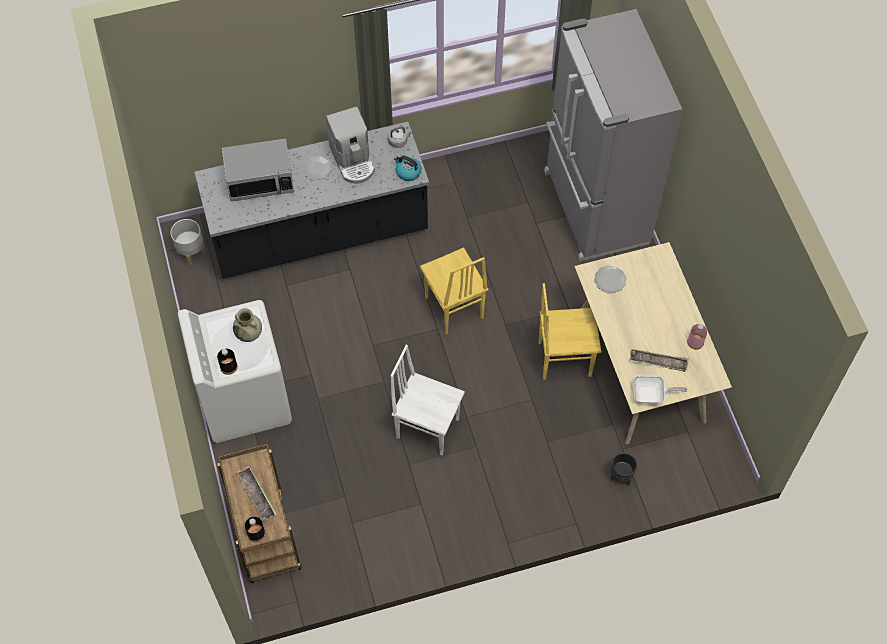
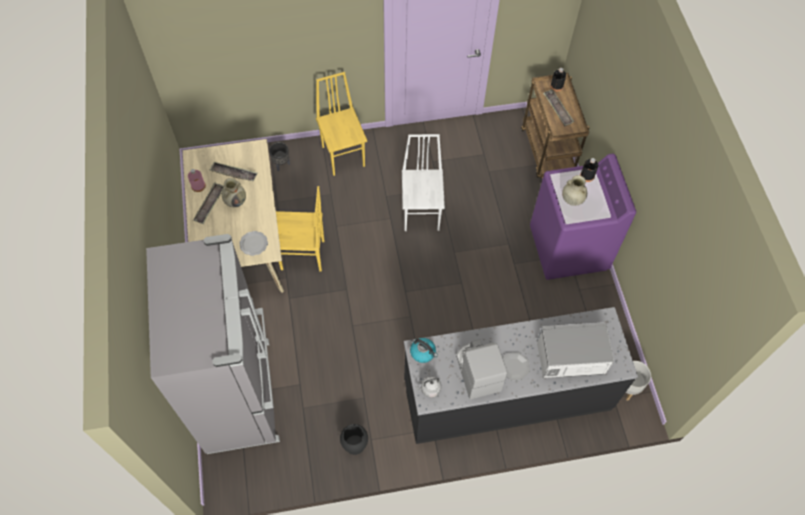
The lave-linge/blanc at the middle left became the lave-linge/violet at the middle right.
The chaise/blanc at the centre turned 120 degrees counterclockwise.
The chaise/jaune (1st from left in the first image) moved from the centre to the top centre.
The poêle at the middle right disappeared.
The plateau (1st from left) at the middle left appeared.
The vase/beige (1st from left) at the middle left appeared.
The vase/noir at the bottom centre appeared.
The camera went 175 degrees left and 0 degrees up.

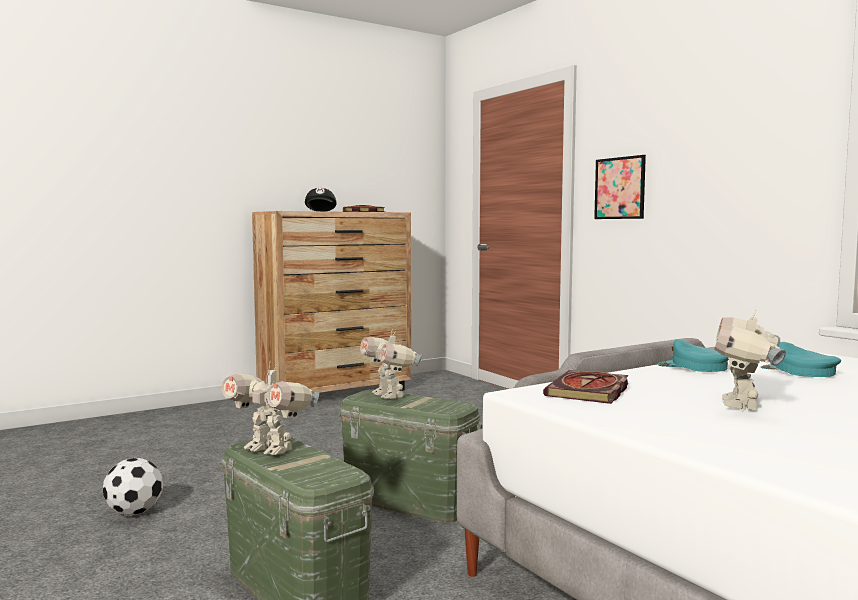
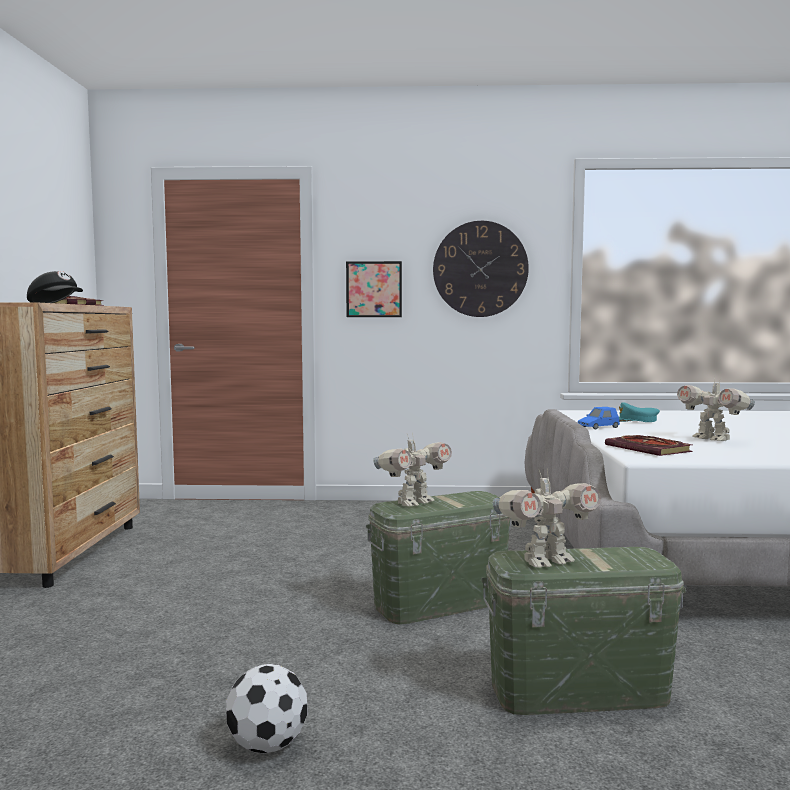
The robot jouet (2nd from left in the first image) at the centre turned 45 degrees counterclockwise.
The casquette/turquoise (1st from left) at the middle right was replaced by the petite voiture/bleu at the middle right.
The horloge murale at the centre appeared.
The camera went 55 degrees left and 0 degrees up.

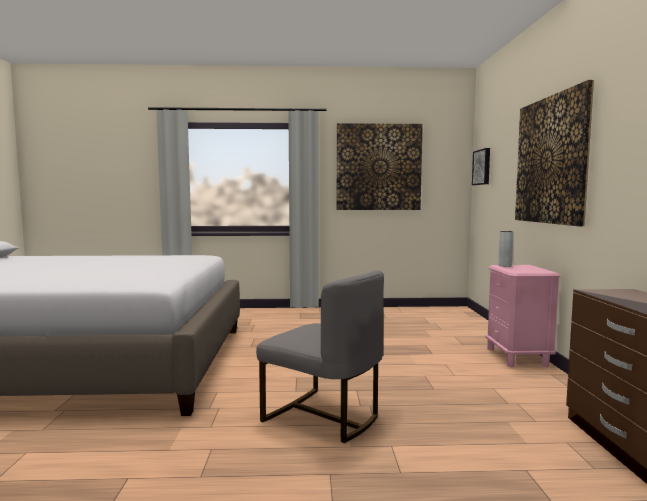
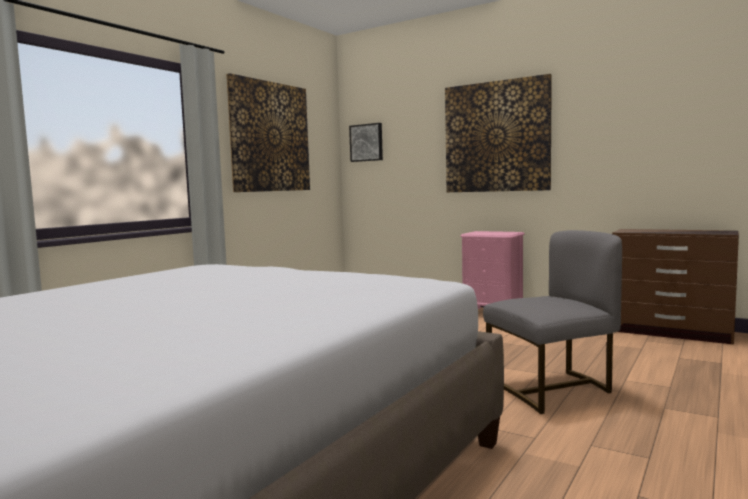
The vase/gris at the middle right disappeared.
The camera went 55 degrees left and 0 degrees up.

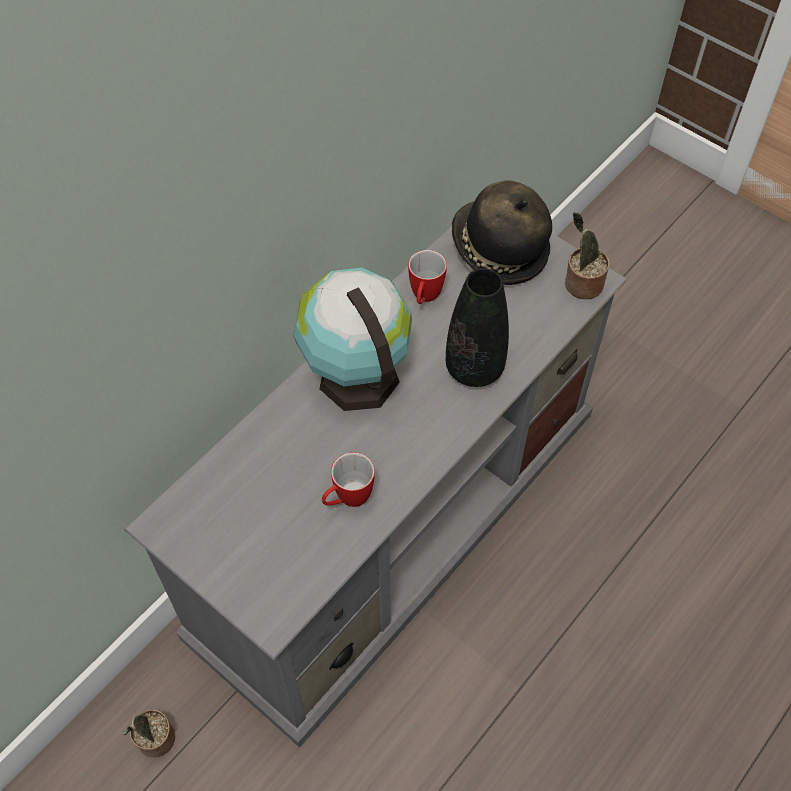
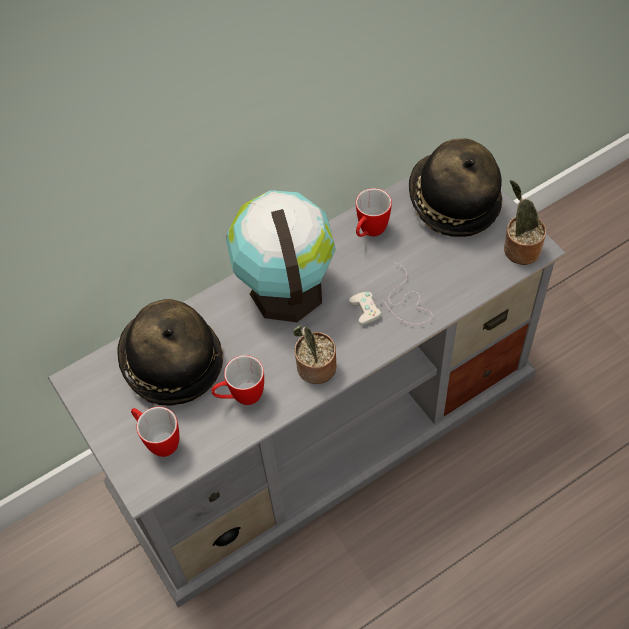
The plante en pot (1st from left) moved from the bottom left to the centre.
The vase/noir at the centre was replaced by the manette/blanc at the centre.
The chapeau (1st from left) at the middle left appeared.
The mug (1st from left) at the bottom left appeared.
The camera went 20 degrees right and 0 degrees up.

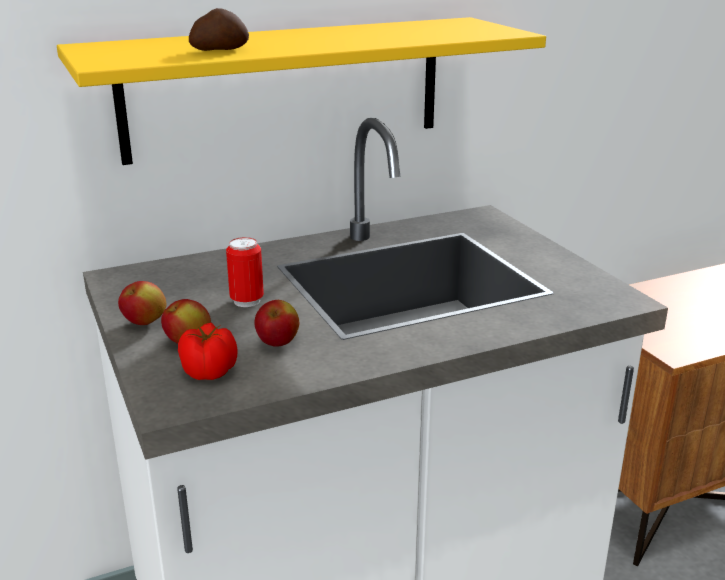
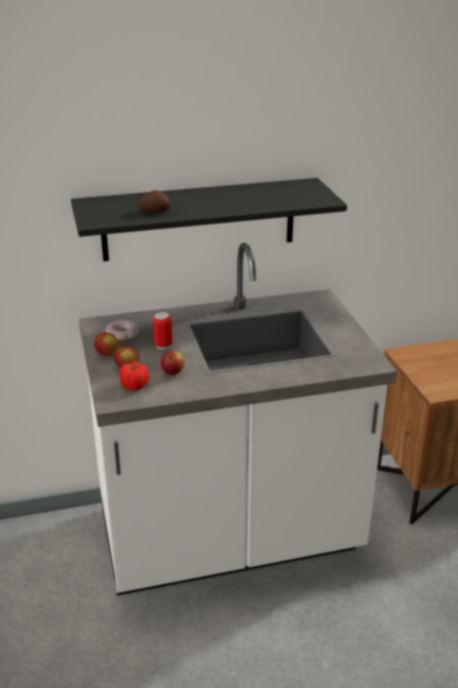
The étagère/jaune at the top centre became the étagère/noir at the top centre.
The beignet at the middle left appeared.
The camera went 10 degrees right and 5 degrees up.

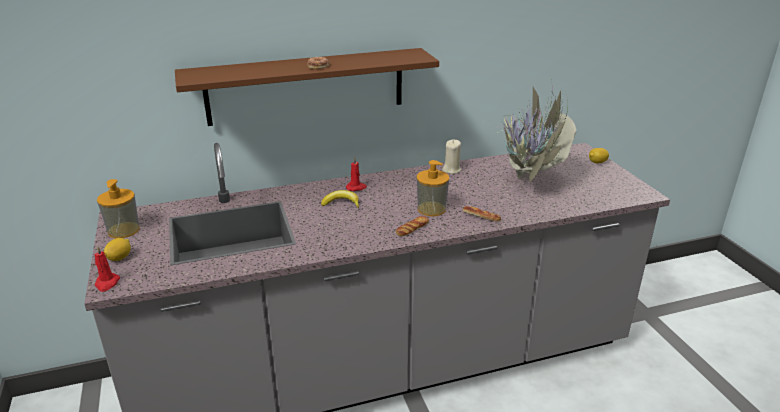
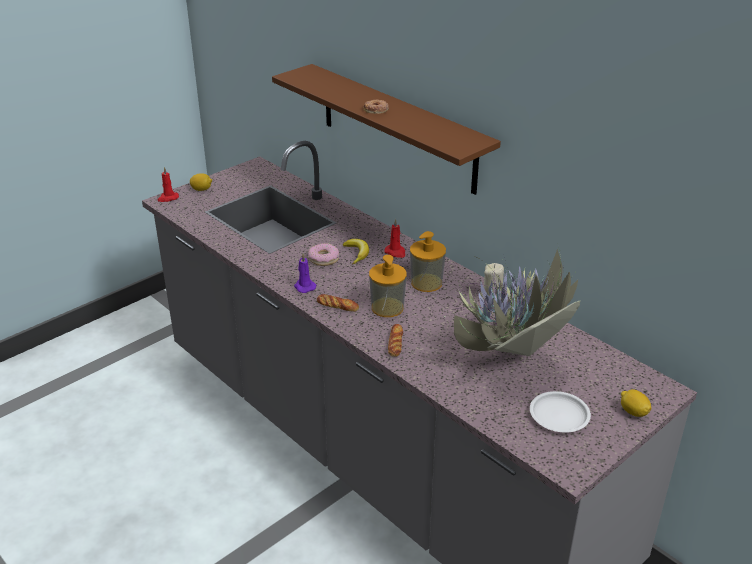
The distributeur de savon (1st from left in the first image) moved from the middle left to the centre.
The bougie/violet at the centre appeared.
The beignet (1st from left) at the centre appeared.
The assiette/blanc at the bottom right appeared.
The camera went 65 degrees right and 5 degrees up.

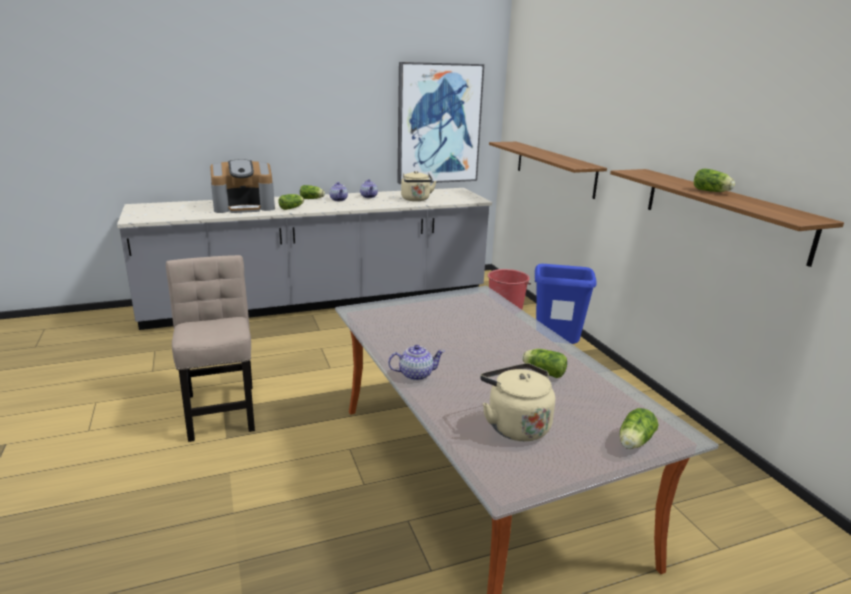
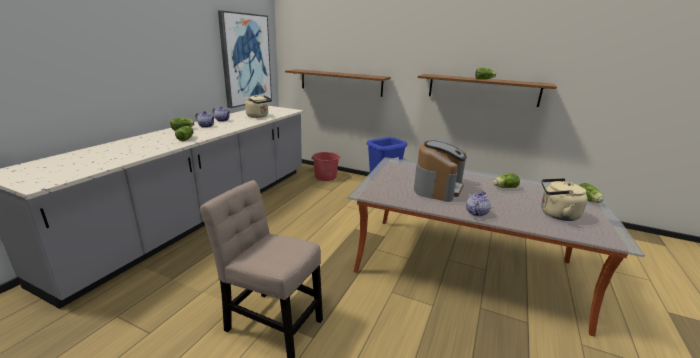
The machine à café moved from the top left to the centre.
The camera went 45 degrees left and 0 degrees up.

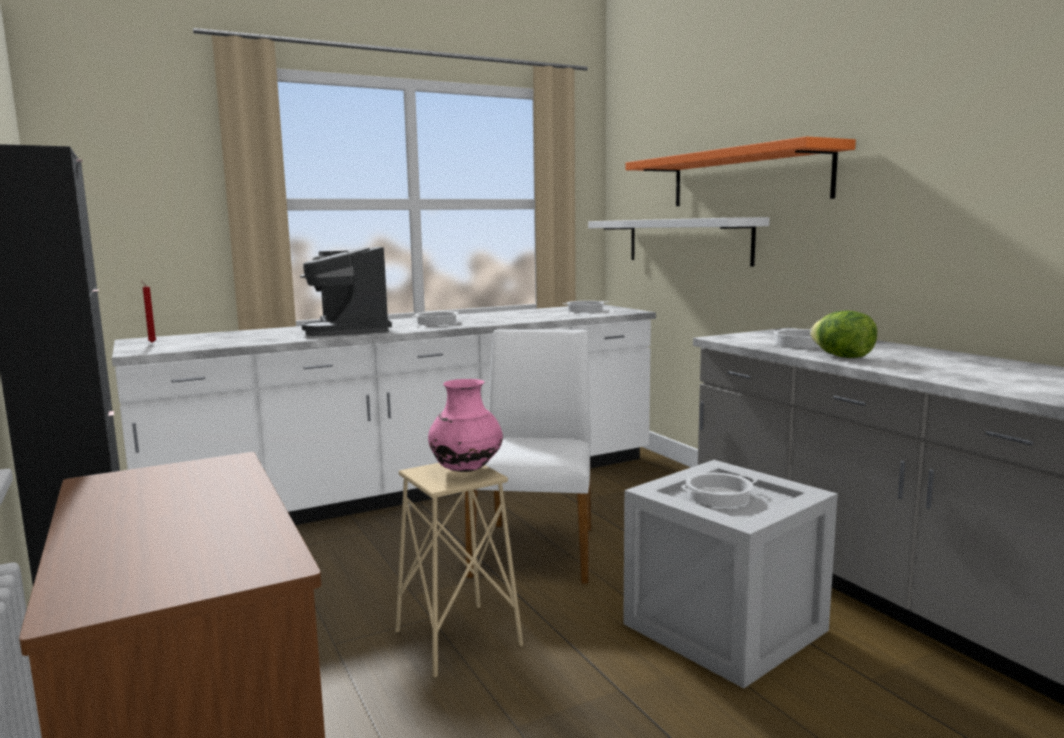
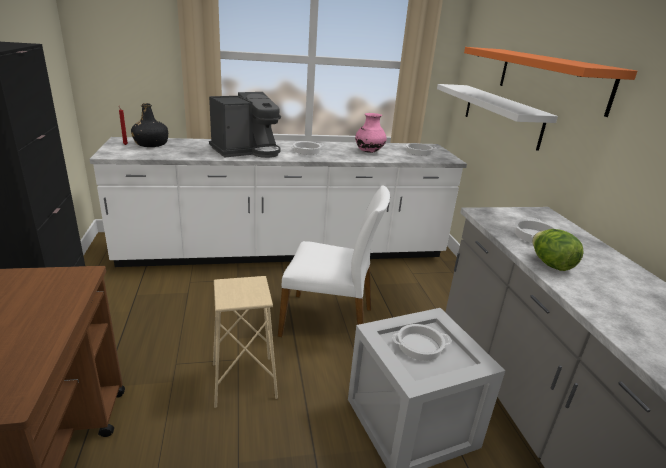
The machine à café at the middle left turned 120 degrees counterclockwise.
The vase/rose moved from the centre to the top centre.
The chaise/blanc at the centre turned 75 degrees clockwise.
The bouteille/noir at the top left appeared.
The camera went 15 degrees right and 15 degrees up.

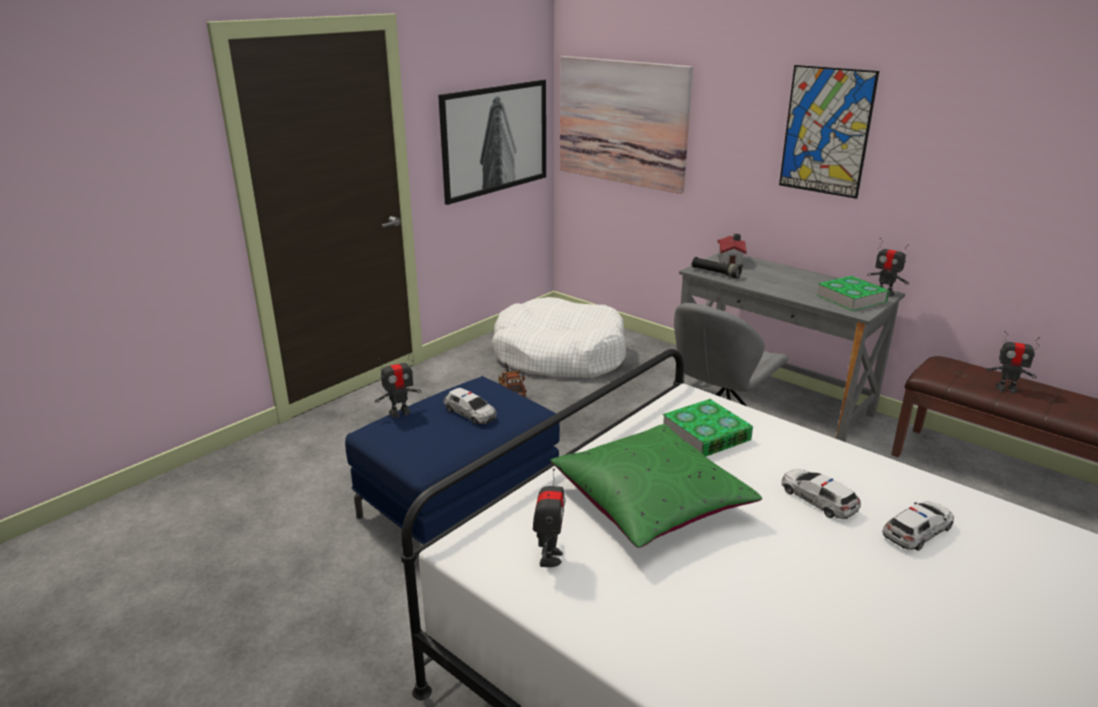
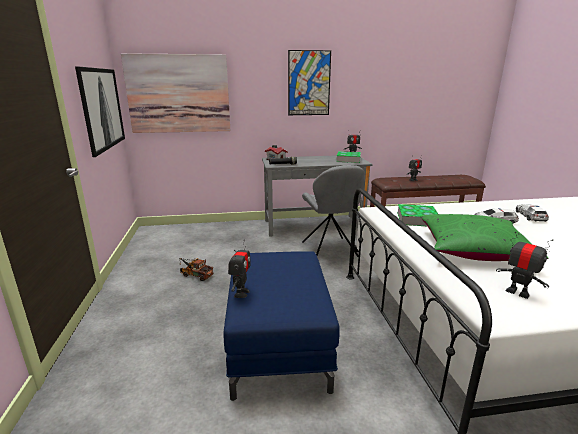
The petite voiture (1st from left) at the centre disappeared.
The panier pour chien/blanc at the centre disappeared.
The camera went 50 degrees left and 5 degrees down.

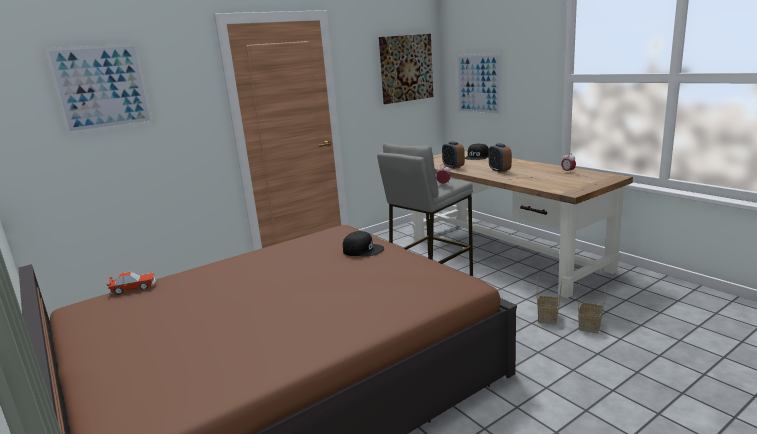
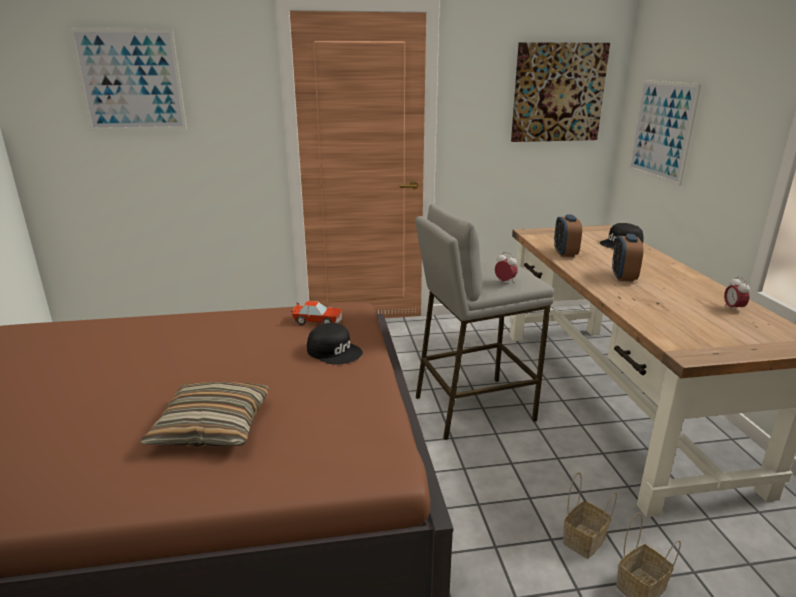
The petite voiture moved from the middle left to the centre.
The coussin at the bottom left appeared.
The camera went 25 degrees right and 5 degrees up.

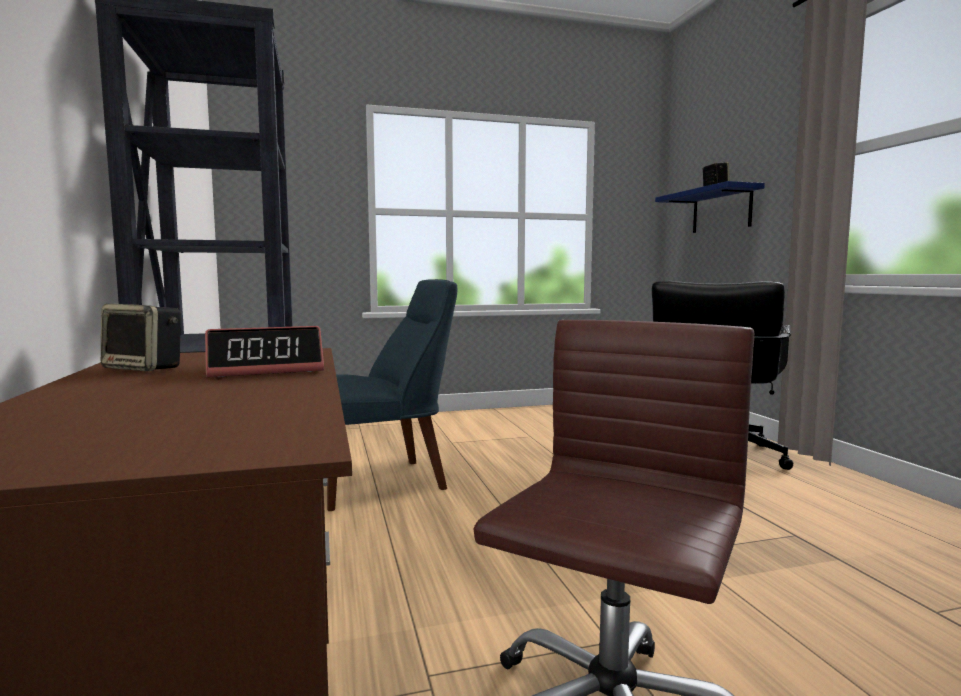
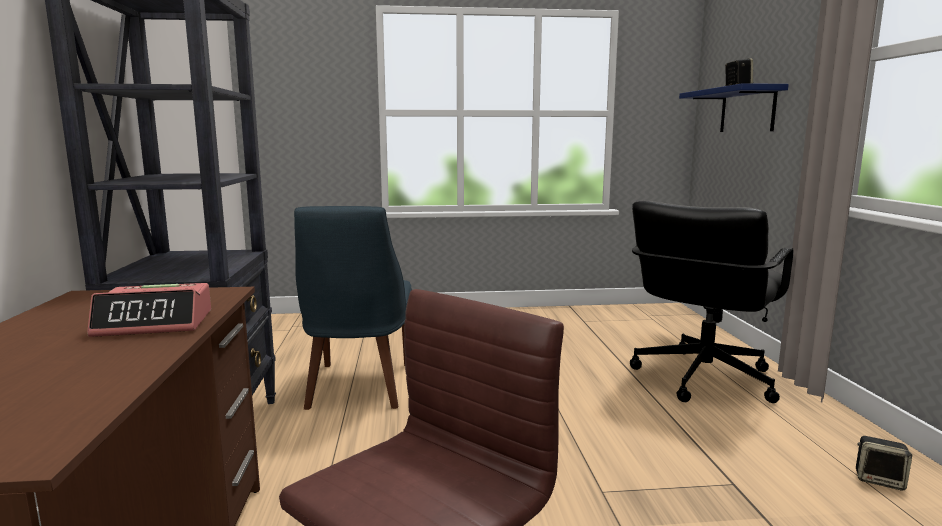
The enceinte (1st from left in the first image) moved from the middle left to the bottom right.
The chaise/bleu at the centre turned 105 degrees clockwise.
The camera went 10 degrees right and 5 degrees up.

